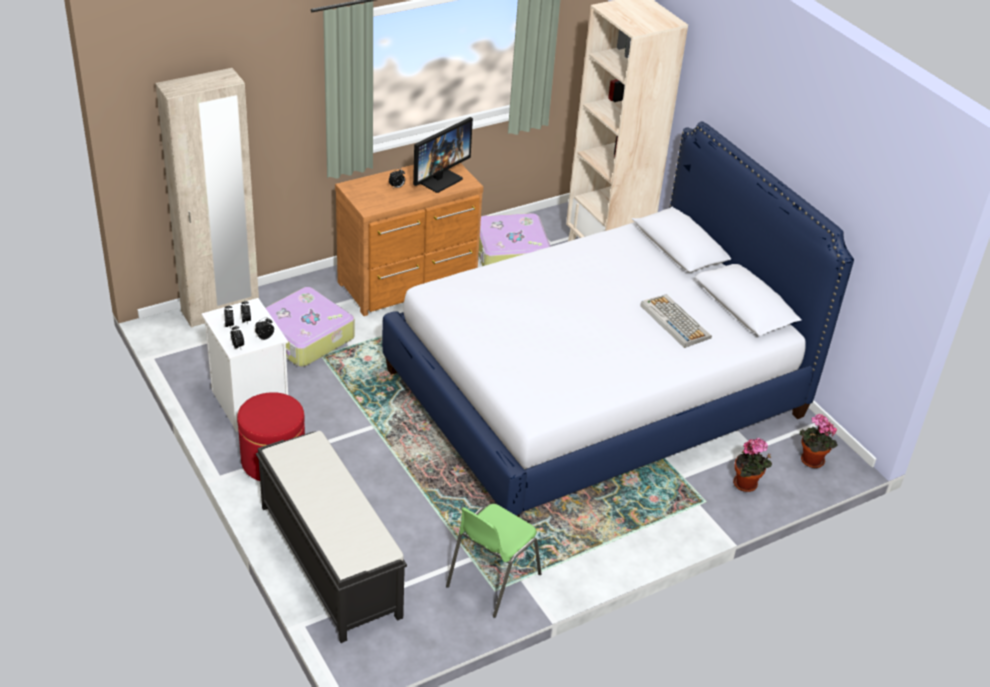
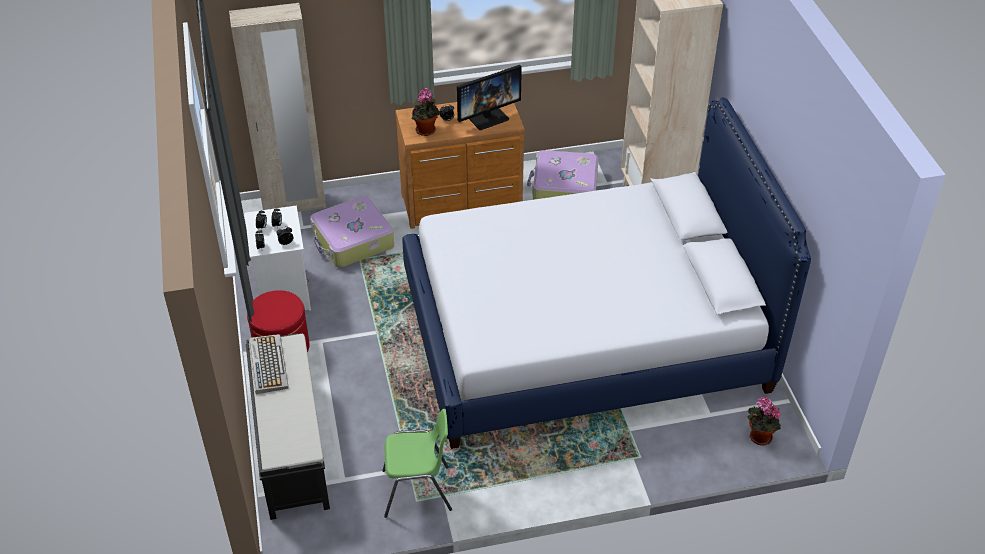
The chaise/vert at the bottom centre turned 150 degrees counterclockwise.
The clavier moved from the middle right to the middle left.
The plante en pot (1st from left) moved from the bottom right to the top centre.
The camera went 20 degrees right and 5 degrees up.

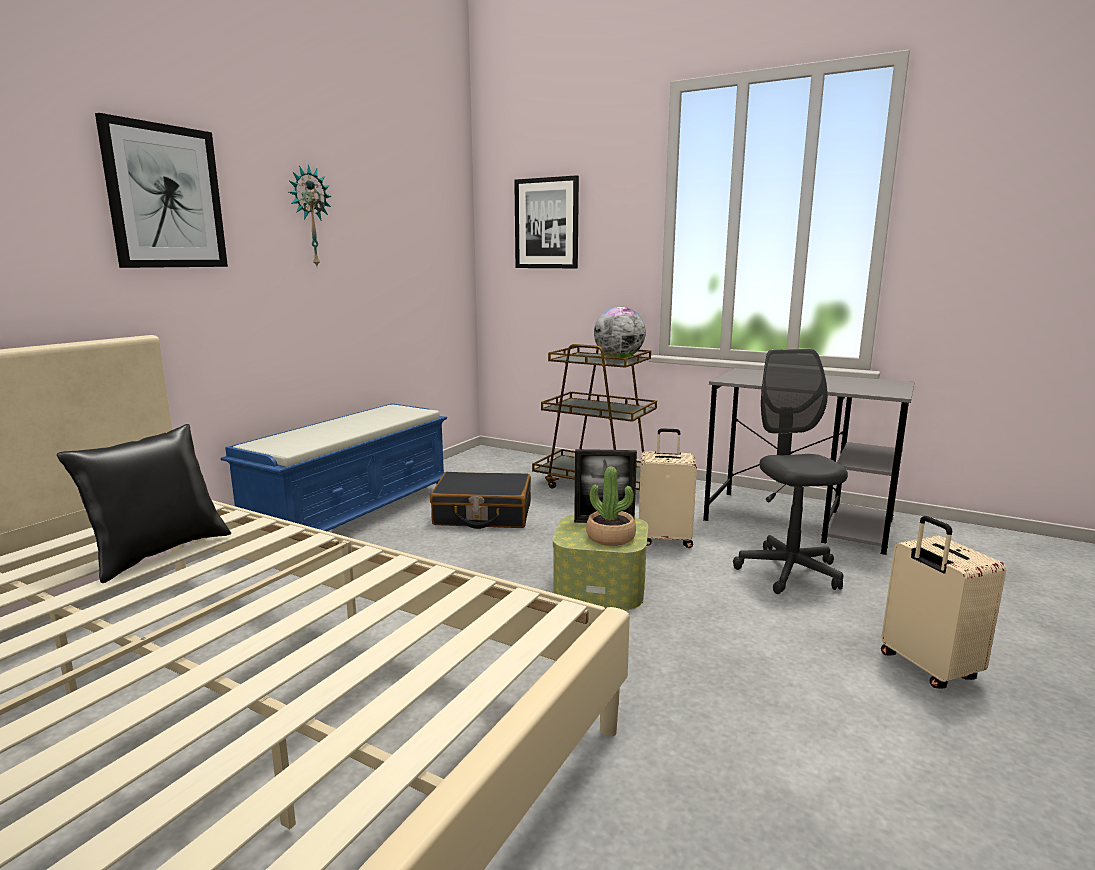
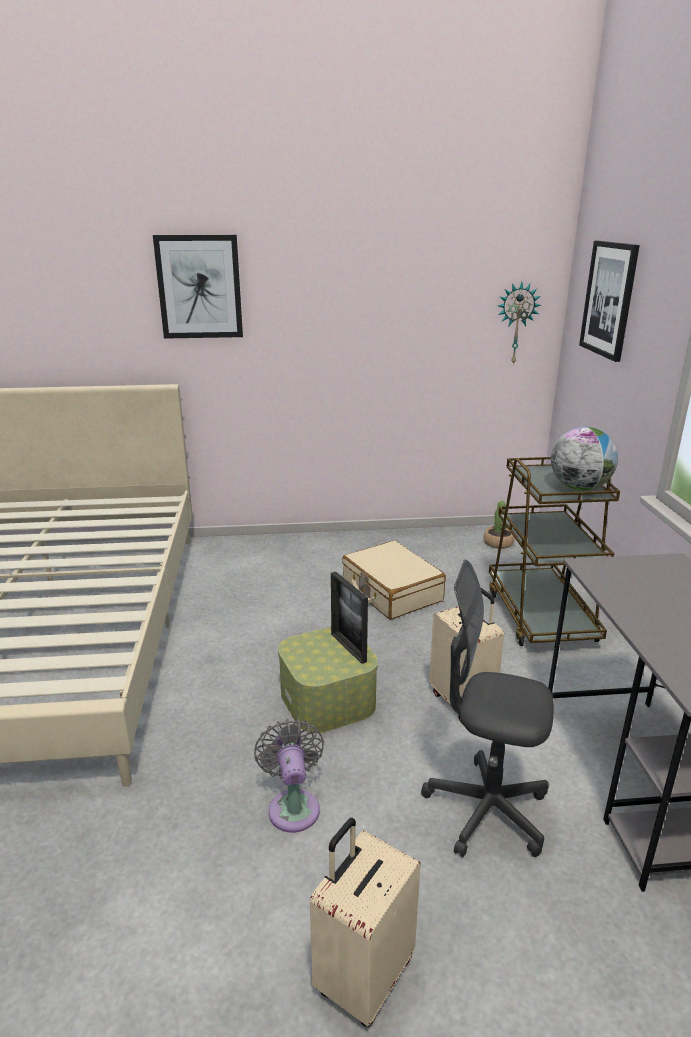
The coussin/noir at the middle left disappeared.
The banc/bleu at the middle left disappeared.
The horloge murale moved from the top left to the top right.
The valise/noir at the centre became the valise/beige (2nd from left) at the centre.
The plante en pot moved from the centre to the middle right.
The chaise de bureau/gris at the middle right turned 120 degrees counterclockwise.
The ventilateur/gris at the bottom centre appeared.
The camera went 55 degrees right and 10 degrees up.

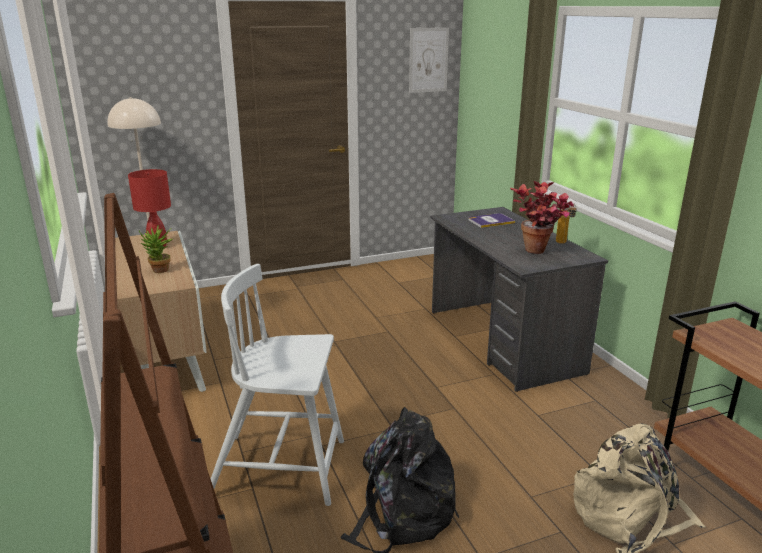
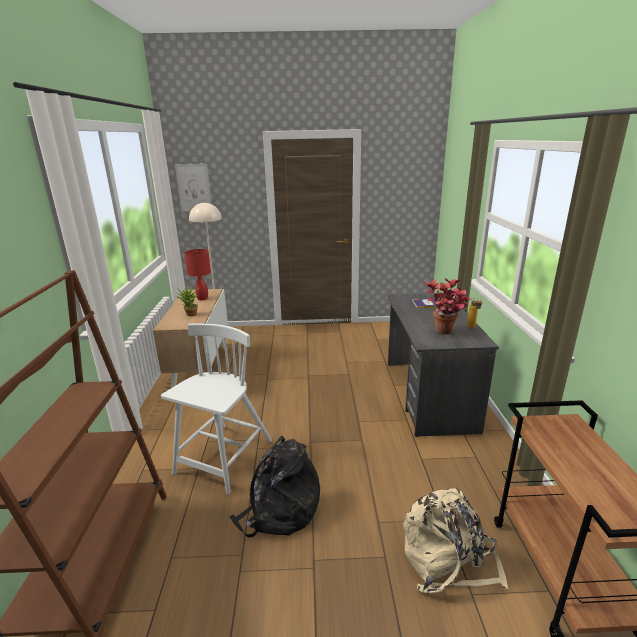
The chaise/blanc at the bottom centre turned 90 degrees clockwise.
The tableau moved from the top centre to the top left.
The camera went 20 degrees right and 0 degrees up.

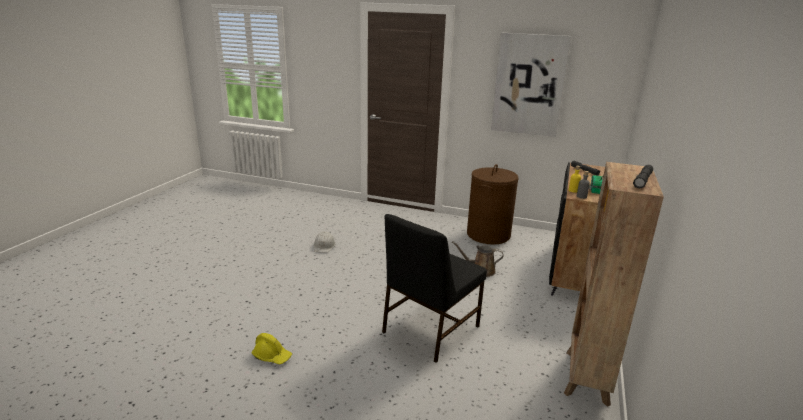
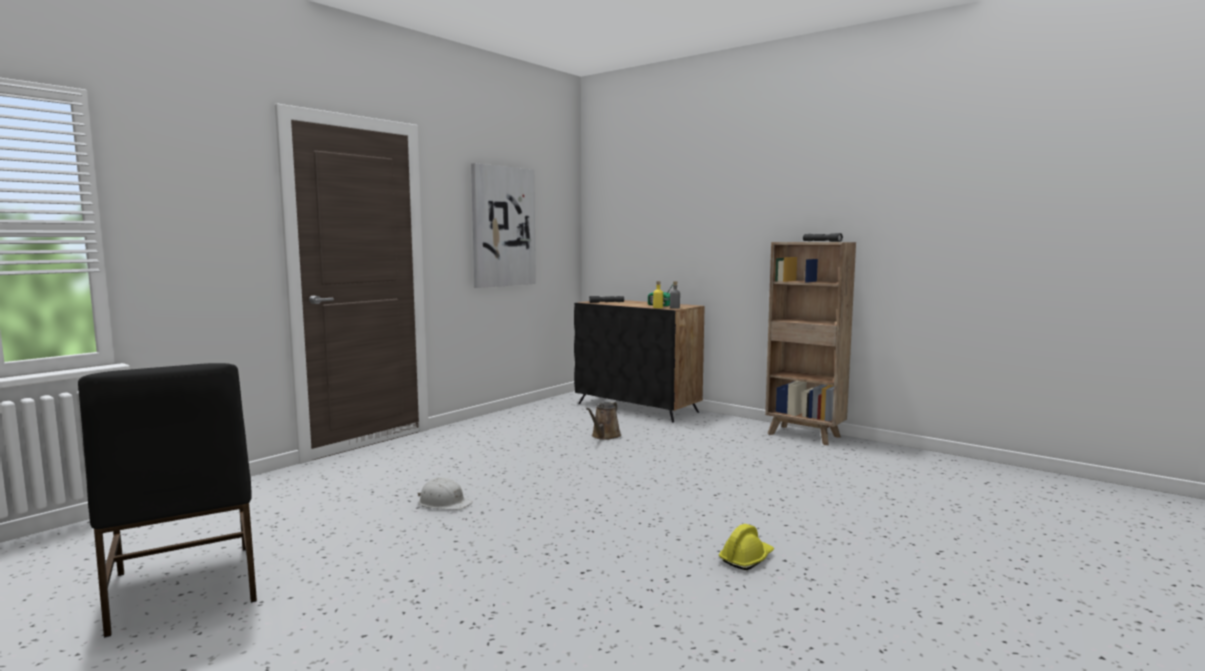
The chaise/noir moved from the bottom centre to the bottom left.
The panier à linge/marron at the centre disappeared.
The camera went 70 degrees left and 15 degrees down.

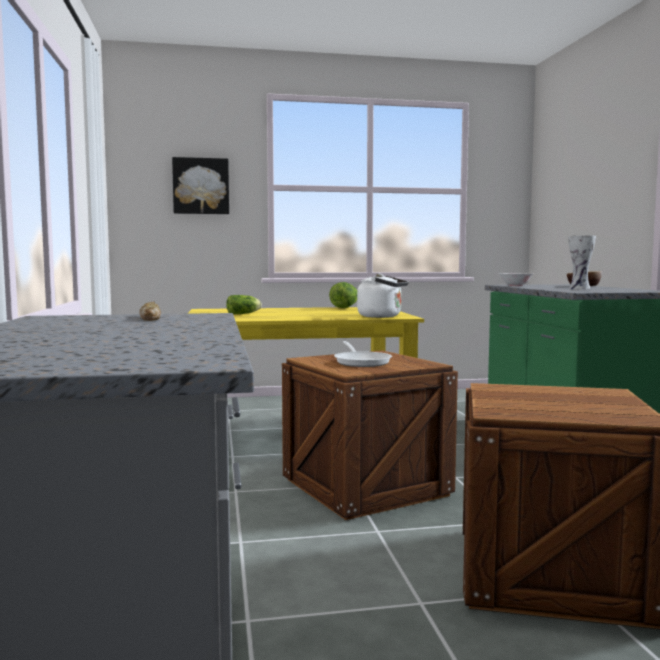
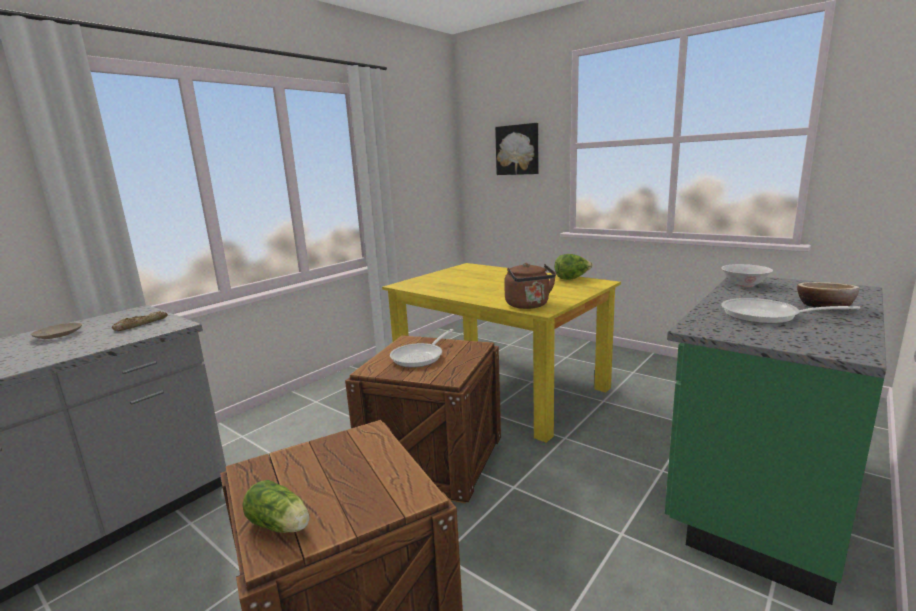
The laitue (1st from left) moved from the centre to the bottom left.
The bouilloire/blanc at the centre became the bouilloire/marron at the centre.
The vase at the middle right was replaced by the poêle (2nd from left) at the middle right.
The assiette/beige at the middle left appeared.
The camera went 50 degrees right and 10 degrees up.

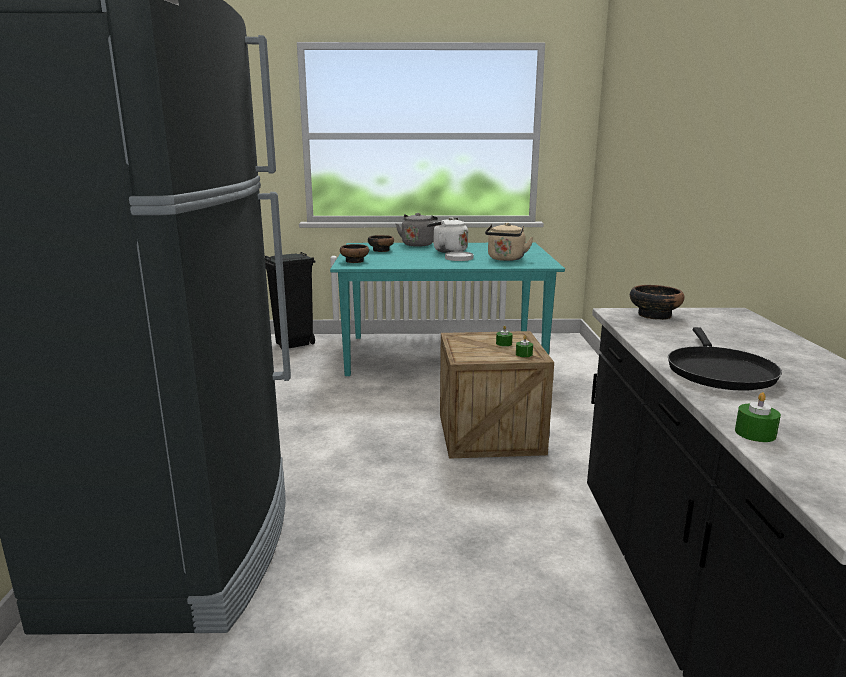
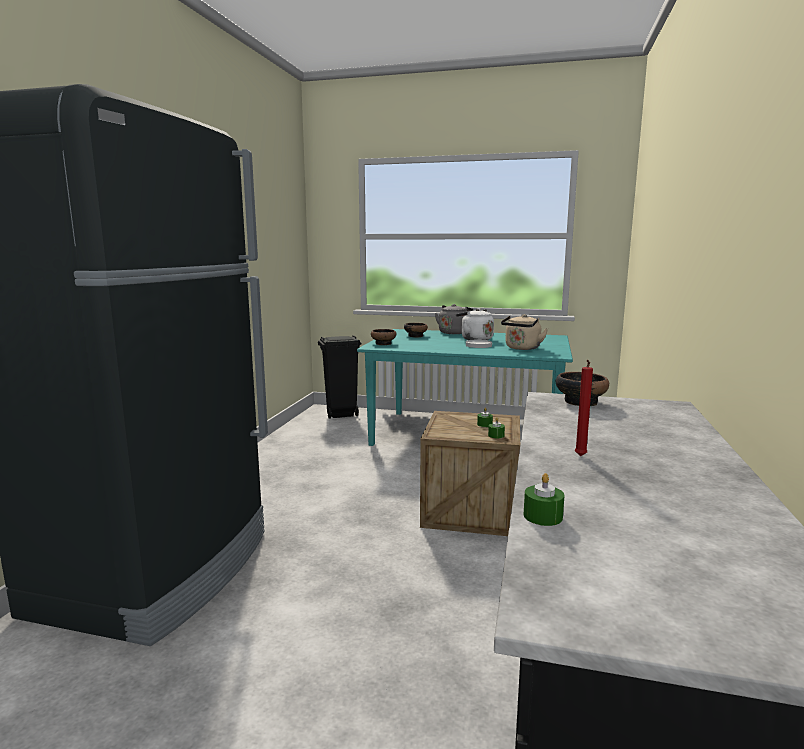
The poêle/noir at the middle right was replaced by the bougie/rouge at the middle right.
The camera went 15 degrees right and 5 degrees down.

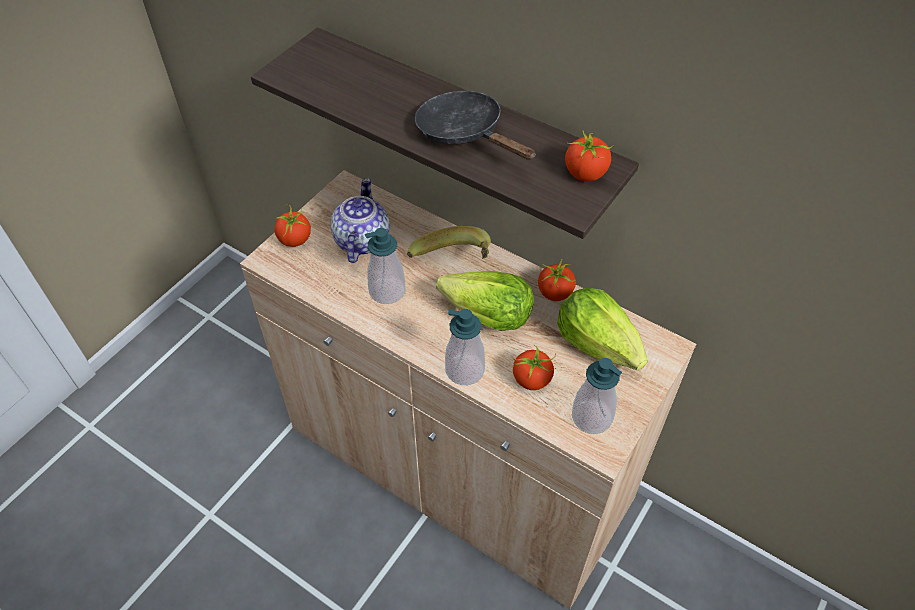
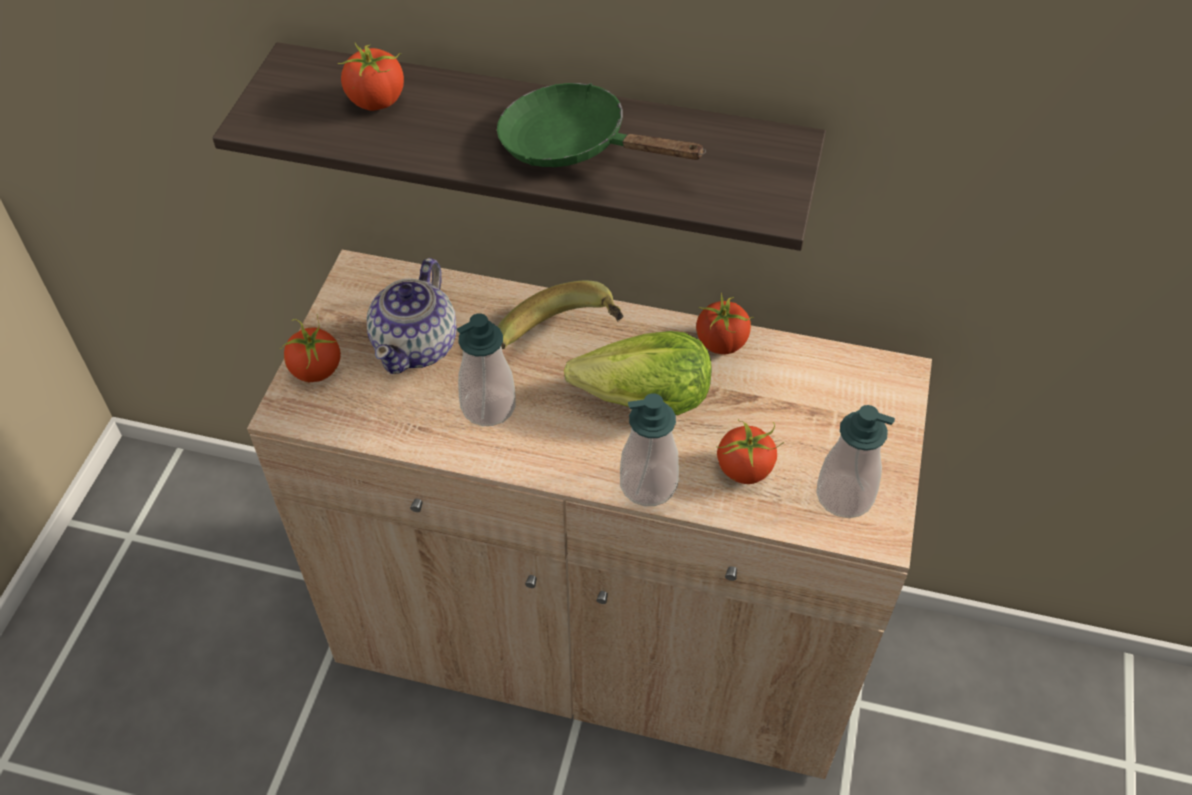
The théière at the centre turned 150 degrees counterclockwise.
The poêle/noir at the top centre became the poêle/vert at the top centre.
The laitue (2nd from left) at the centre disappeared.
The tomate (4th from left in the first image) moved from the top centre to the top left.
The camera went 20 degrees left and 0 degrees up.

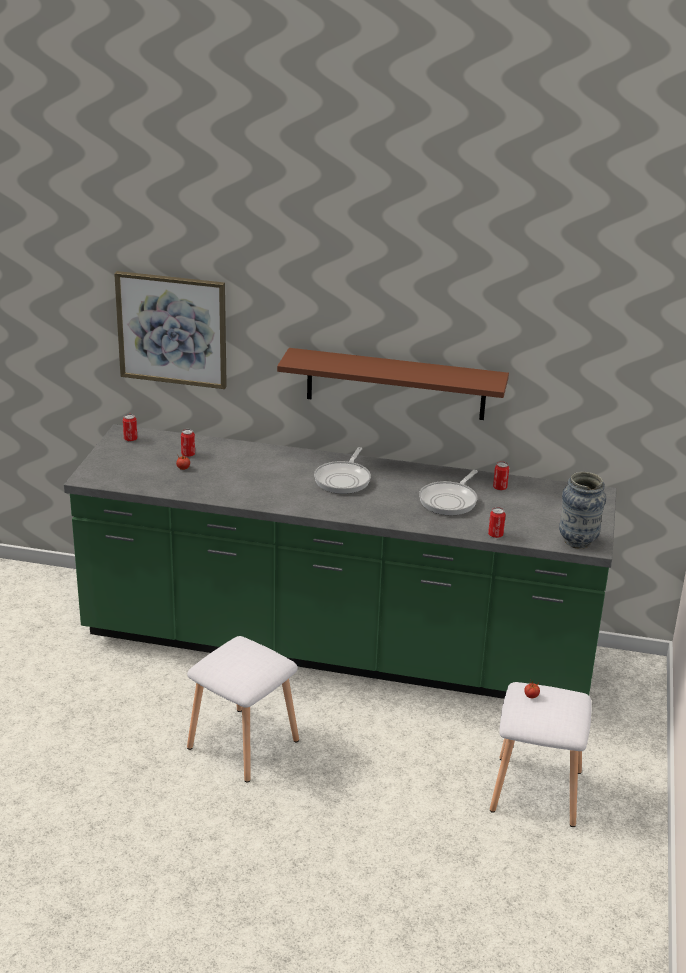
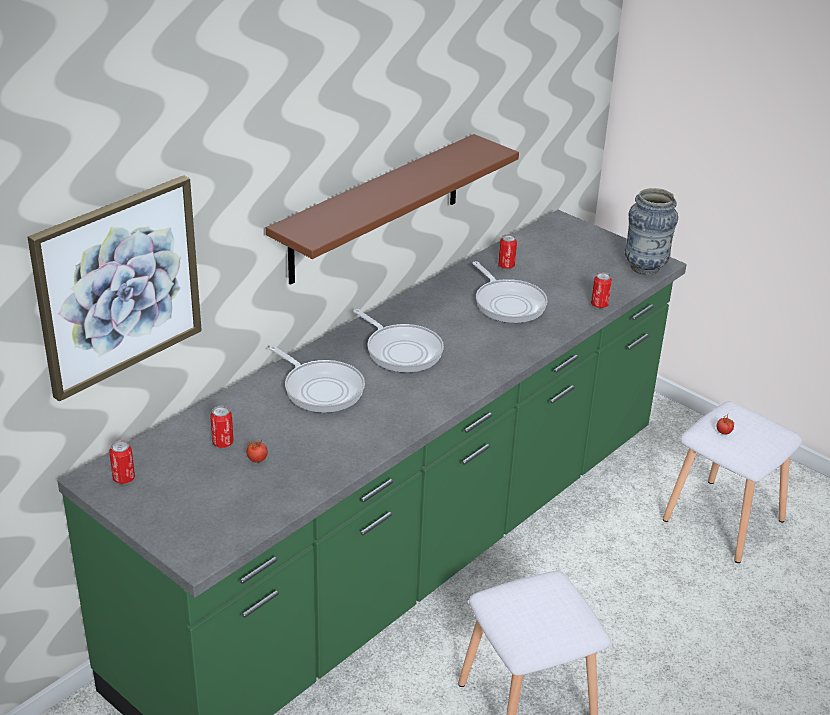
The poêle (1st from left) at the centre appeared.
The camera went 60 degrees left and 5 degrees up.

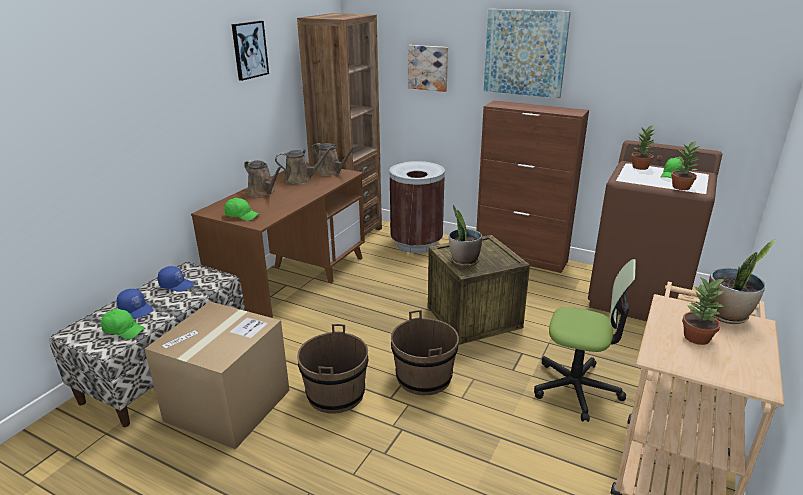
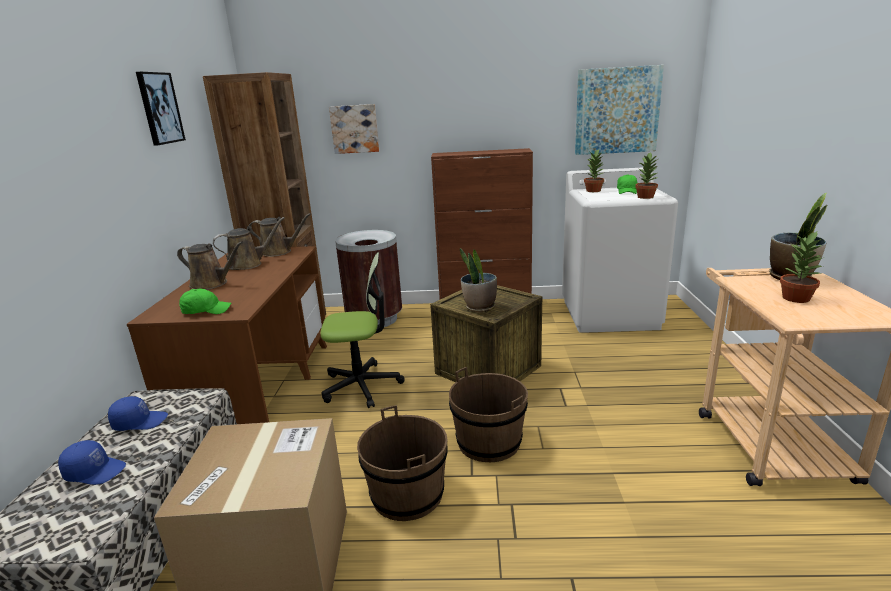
The casquette/vert (1st from left) at the middle left disappeared.
The tableau (3rd from left) moved from the top centre to the top right.
The chaise de bureau moved from the bottom right to the centre.
The lave-linge/marron at the middle right became the lave-linge/blanc at the middle right.
The camera went 25 degrees left and 5 degrees down.

